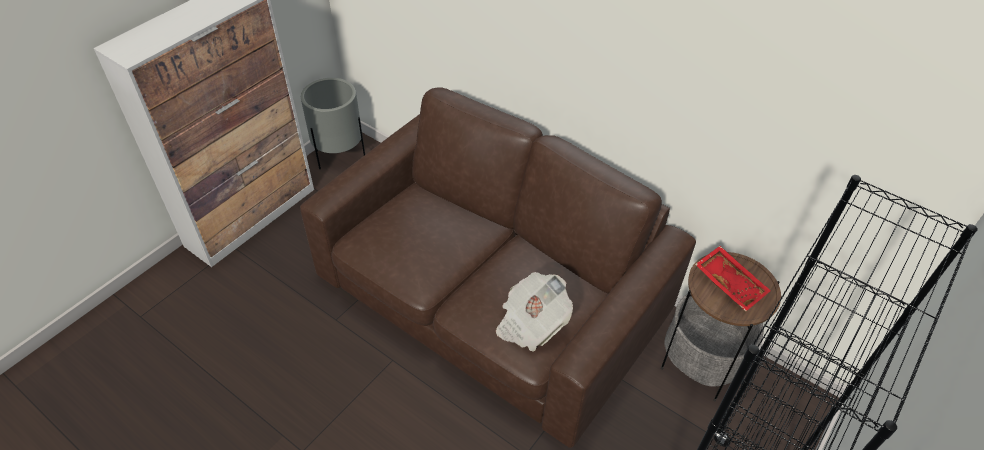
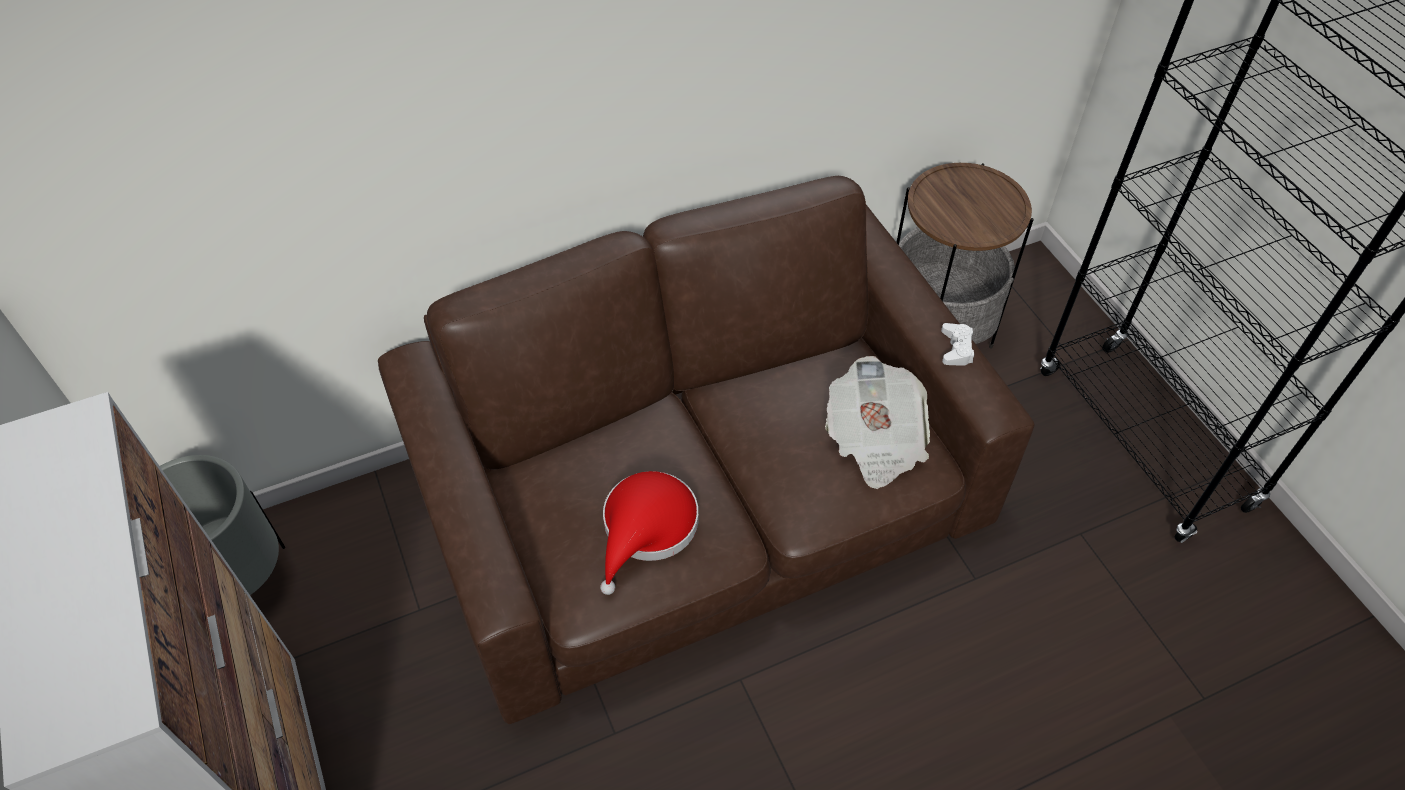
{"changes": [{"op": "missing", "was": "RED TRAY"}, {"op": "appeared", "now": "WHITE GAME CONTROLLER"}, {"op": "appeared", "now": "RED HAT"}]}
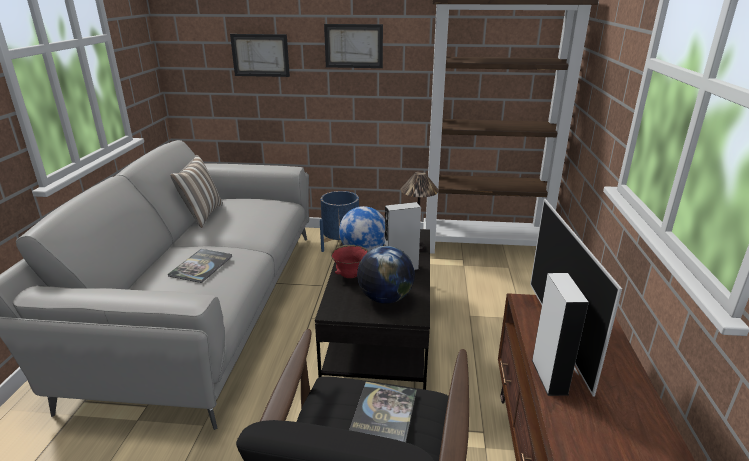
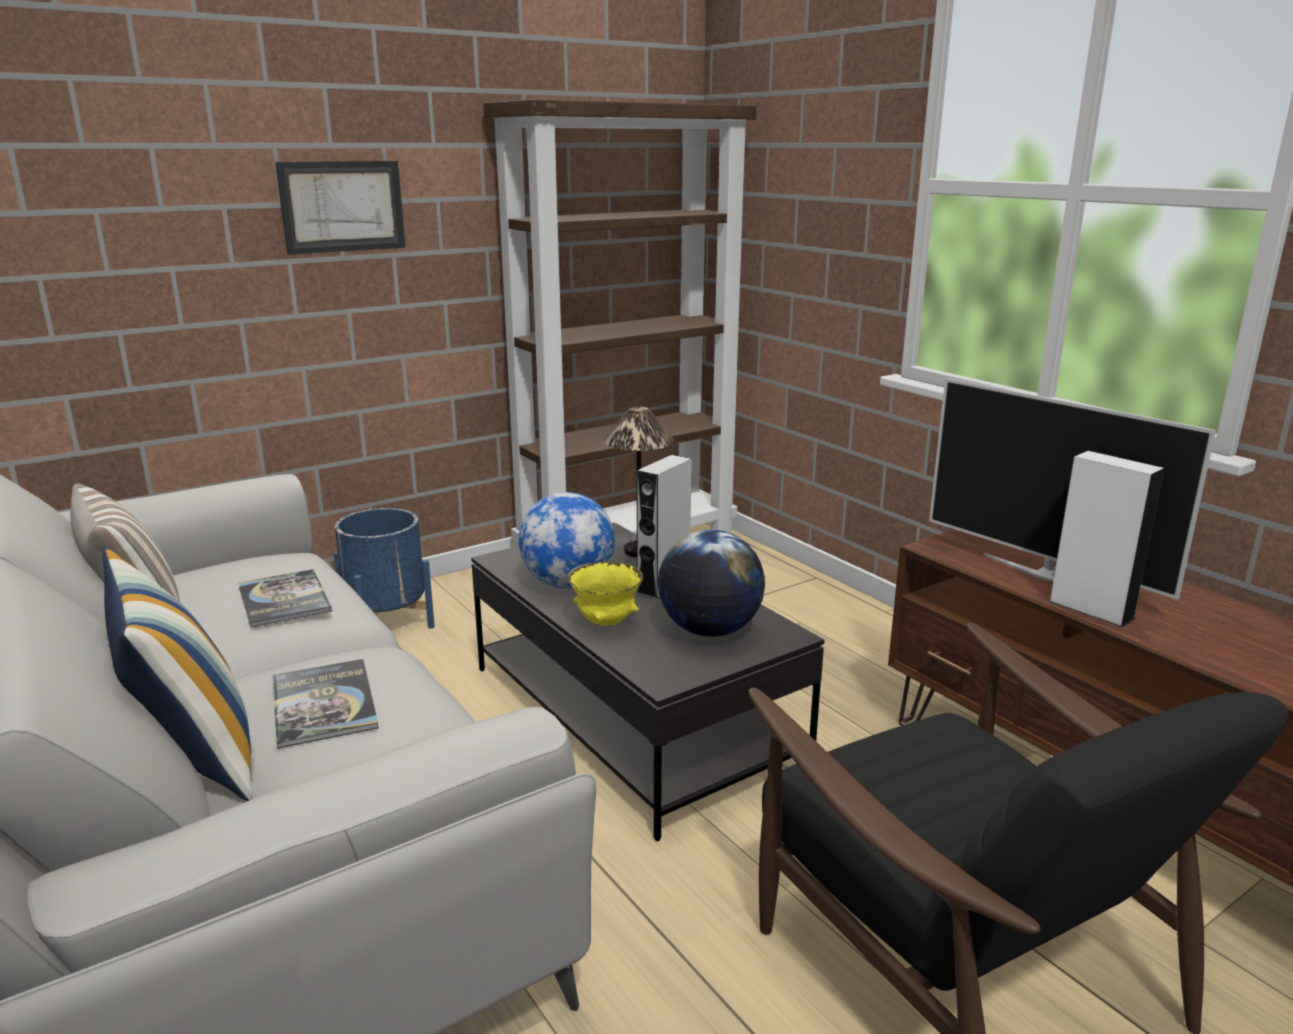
{"changes": [{"op": "missing", "was": "PICTURE (no. 1 from left)"}, {"op": "colour", "was": "RED BOWL", "now": "YELLOW BOWL"}, {"op": "relocated", "was": "BOOK (no. 2 from left in the first image)", "now": "BOOK (no. 1 from left)"}, {"op": "appeared", "now": "PILLOW (no. 2 from left)"}]}
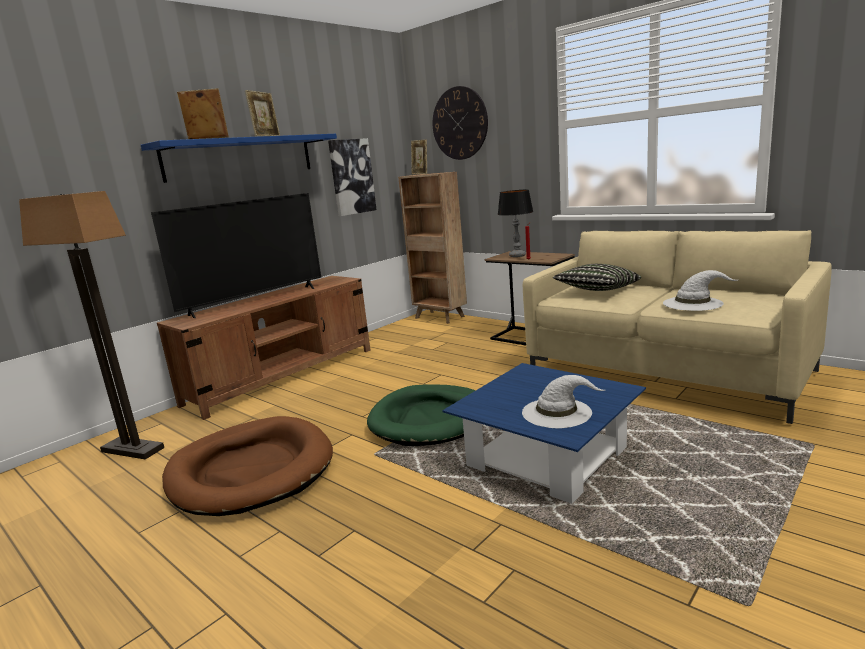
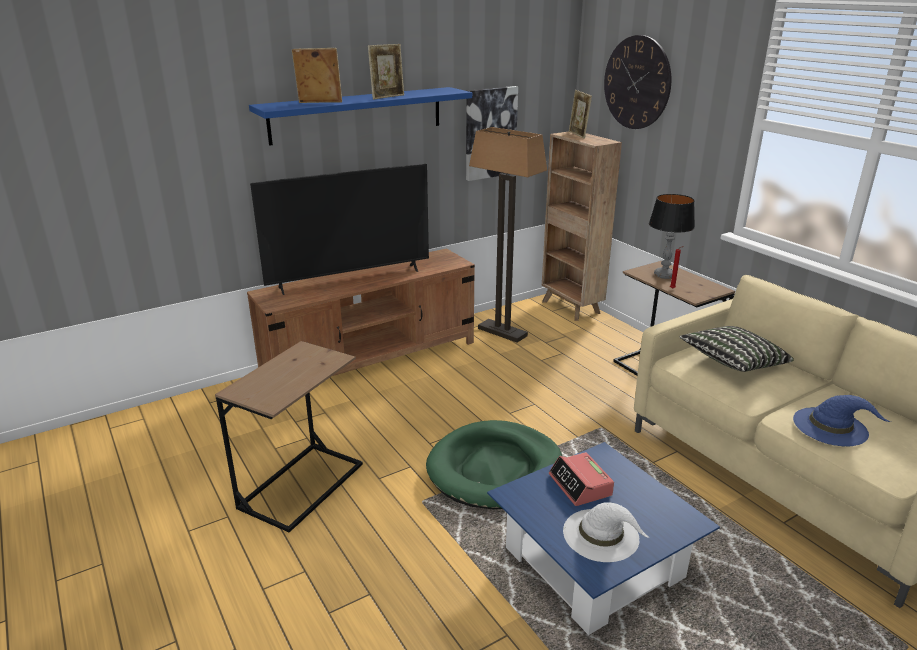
{"changes": [{"op": "relocated", "was": "FLOOR LAMP"}, {"op": "colour", "was": "WHITE HAT (no. 2 from left)", "now": "BLUE HAT"}, {"op": "exchanged", "was": "BROWN DOG BED", "now": "BROWN SIDE TABLE (no. 1 from left)"}, {"op": "appeared", "now": "ALARM CLOCK"}]}
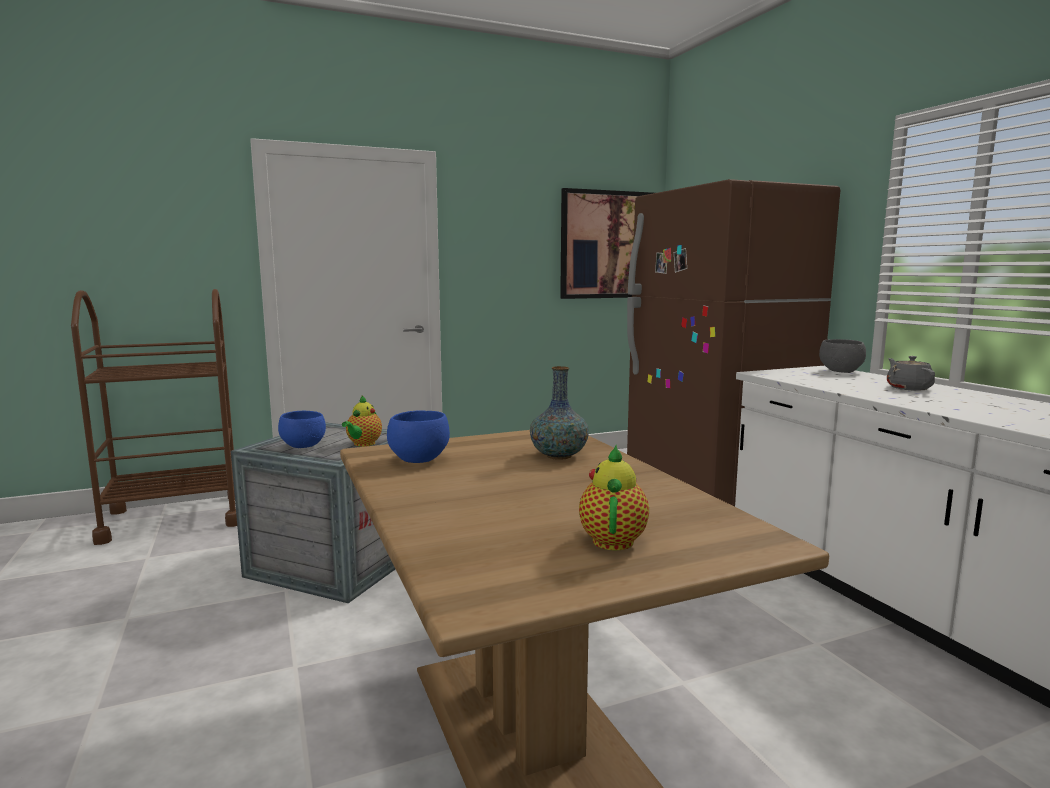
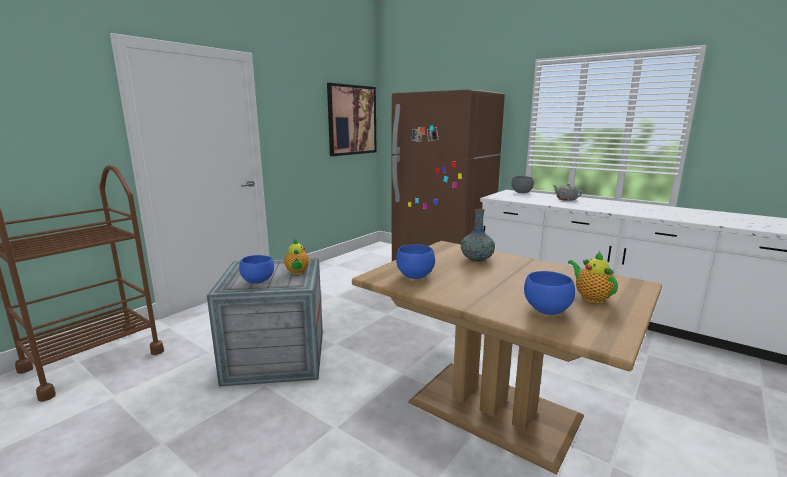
{"changes": [{"op": "appeared", "now": "BLUE BOWL (no. 3 from left)"}]}
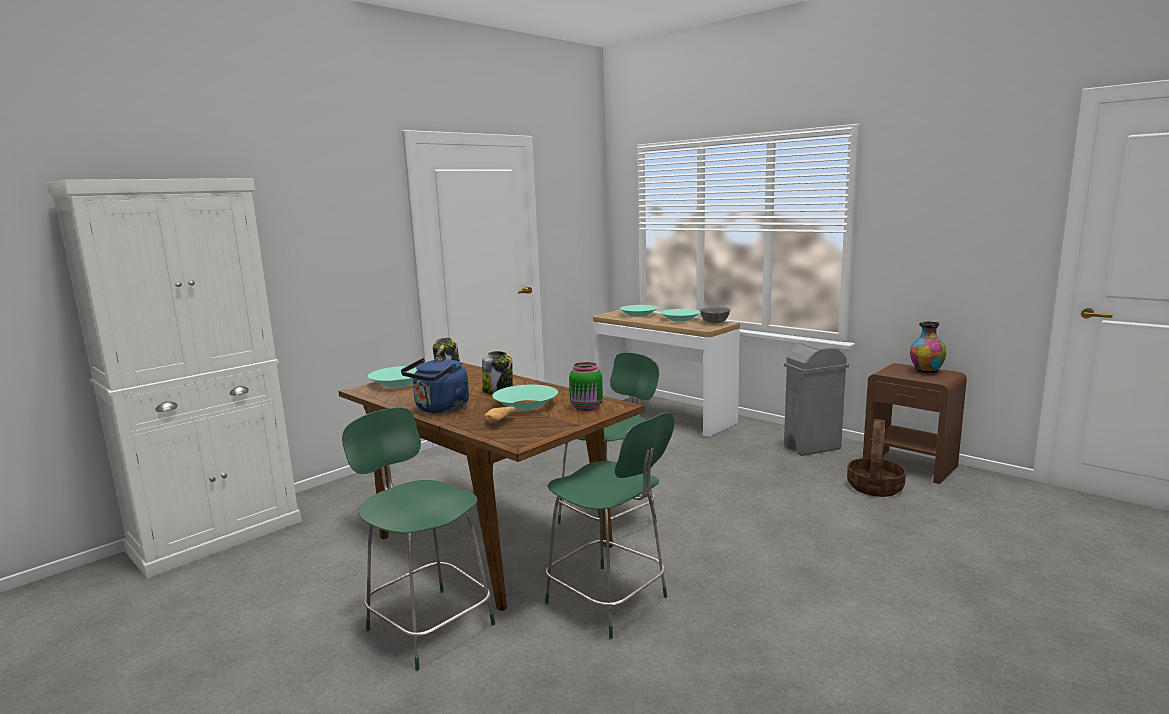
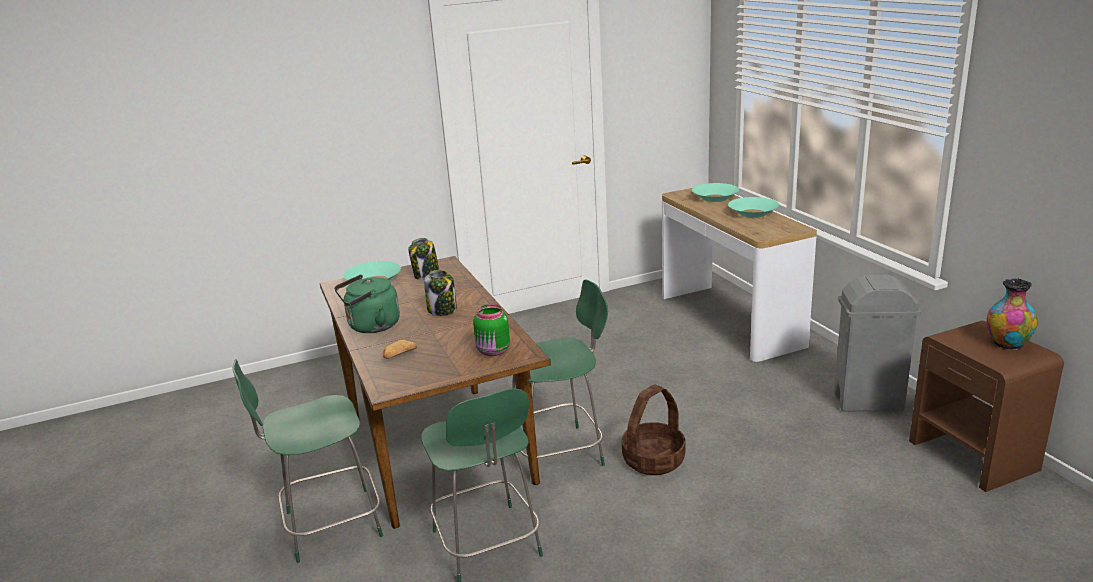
{"changes": [{"op": "missing", "was": "WHITE CABINET"}, {"op": "missing", "was": "GREY BOWL"}, {"op": "colour", "was": "BLUE KETTLE", "now": "GREEN KETTLE"}, {"op": "missing", "was": "TURQUOISE BOWL (no. 2 from left)"}, {"op": "spun", "was": "GREEN CHAIR (no. 1 from left)", "clockwise": -90}, {"op": "relocated", "was": "BASKET"}]}
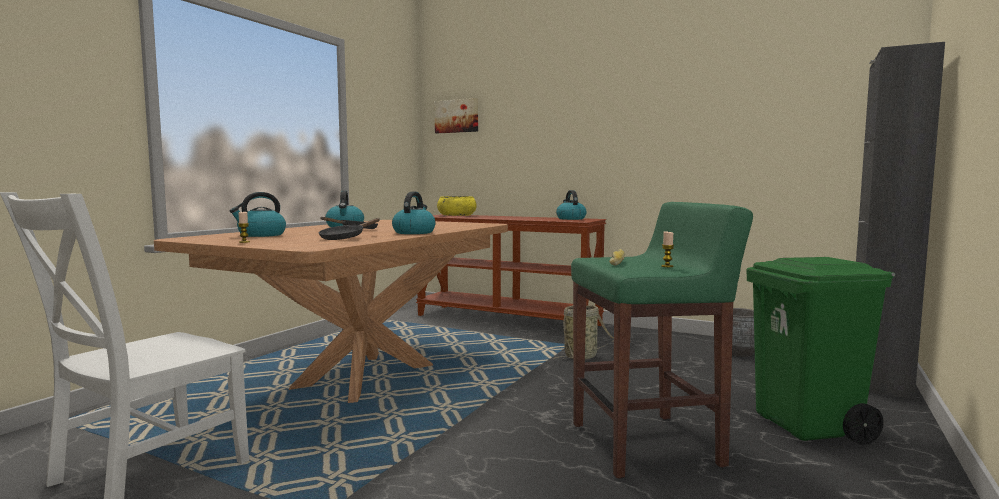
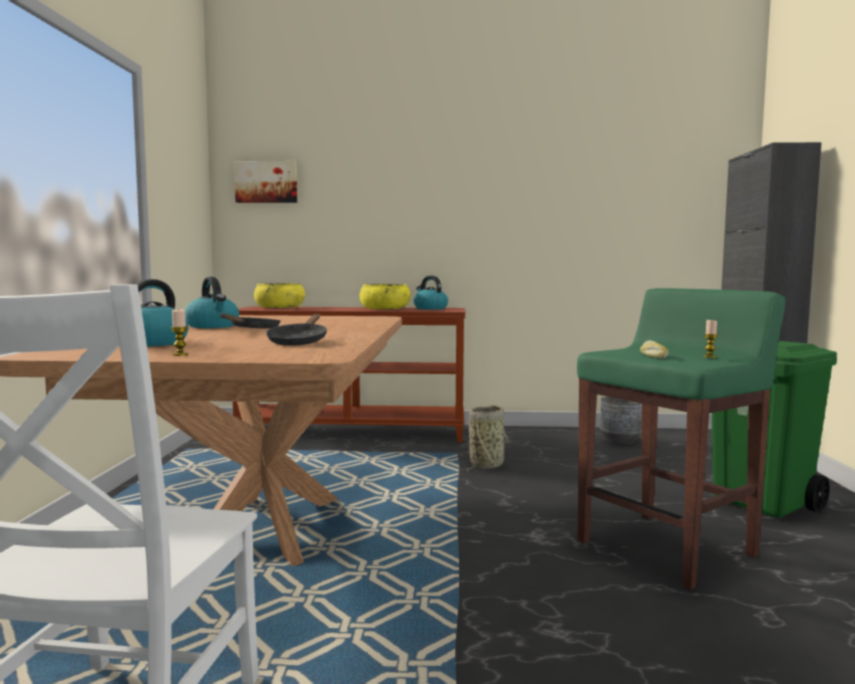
{"changes": [{"op": "missing", "was": "KETTLE (no. 3 from left)"}, {"op": "appeared", "now": "YELLOW BOWL (no. 2 from left)"}]}
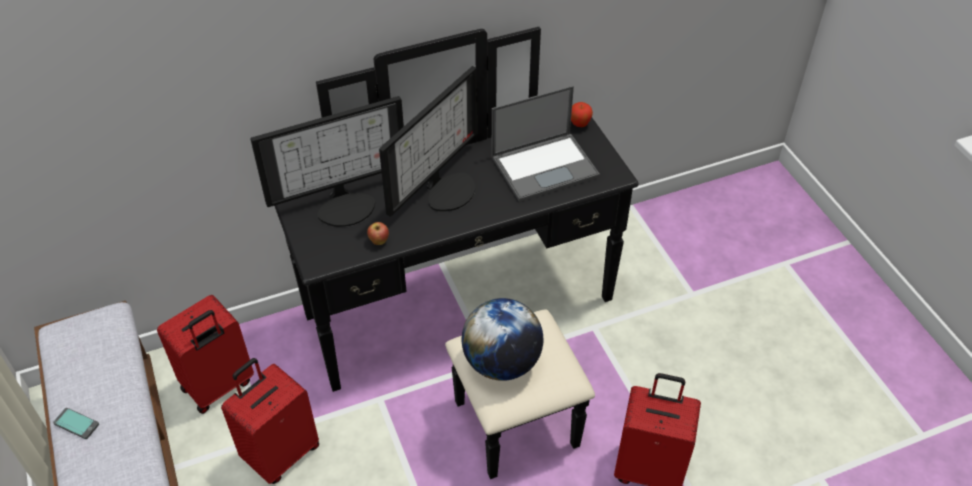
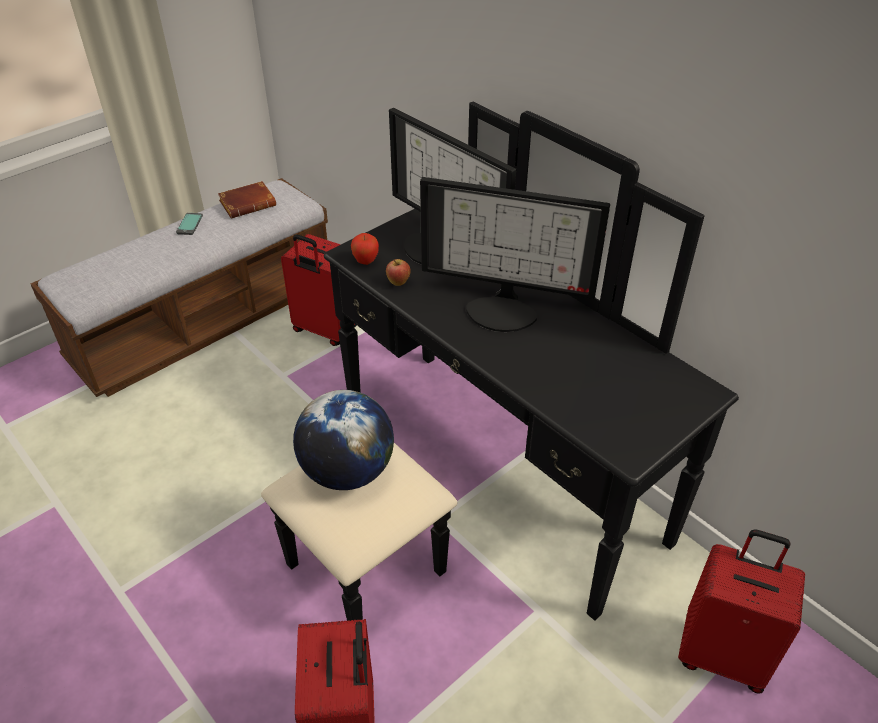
{"changes": [{"op": "missing", "was": "LAPTOP"}, {"op": "relocated", "was": "APPLE (no. 2 from left in the first image)", "now": "APPLE (no. 1 from left)"}, {"op": "relocated", "was": "RED SUITCASE (no. 2 from left in the first image)", "now": "RED SUITCASE (no. 3 from left)"}, {"op": "appeared", "now": "BROWN BOOK"}]}
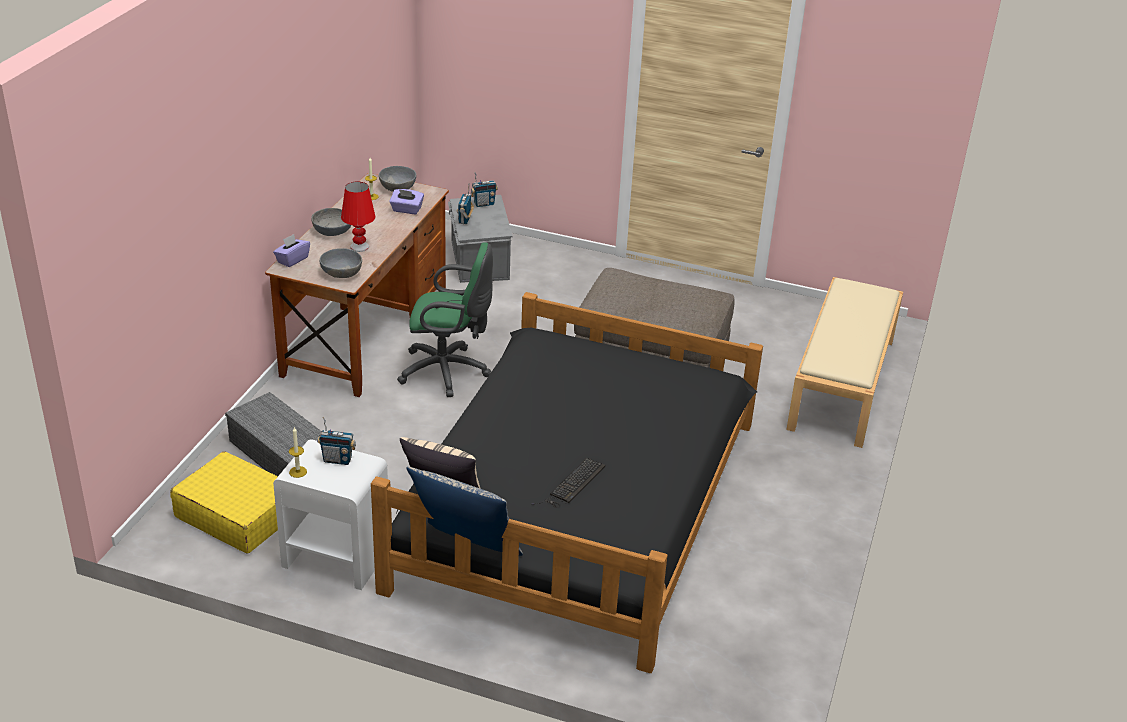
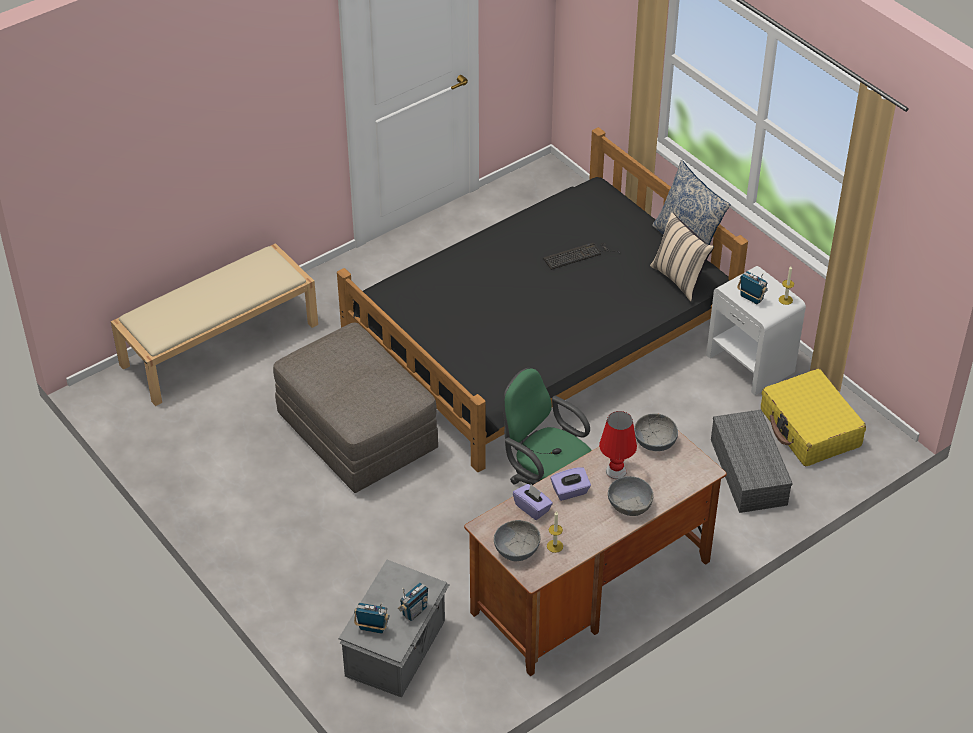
{"changes": [{"op": "relocated", "was": "PURPLE TISSUE BOX (no. 1 from left in the first image)", "now": "PURPLE TISSUE BOX (no. 2 from left)"}]}
